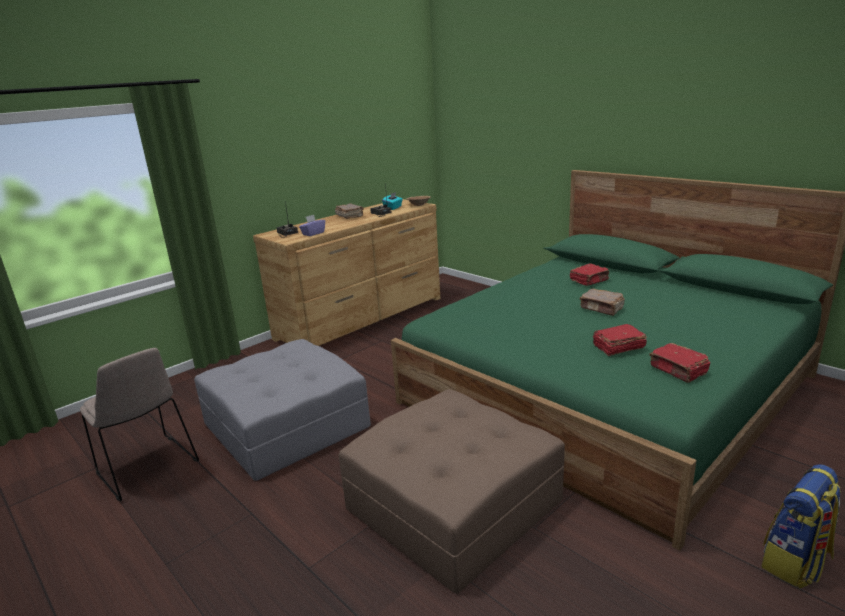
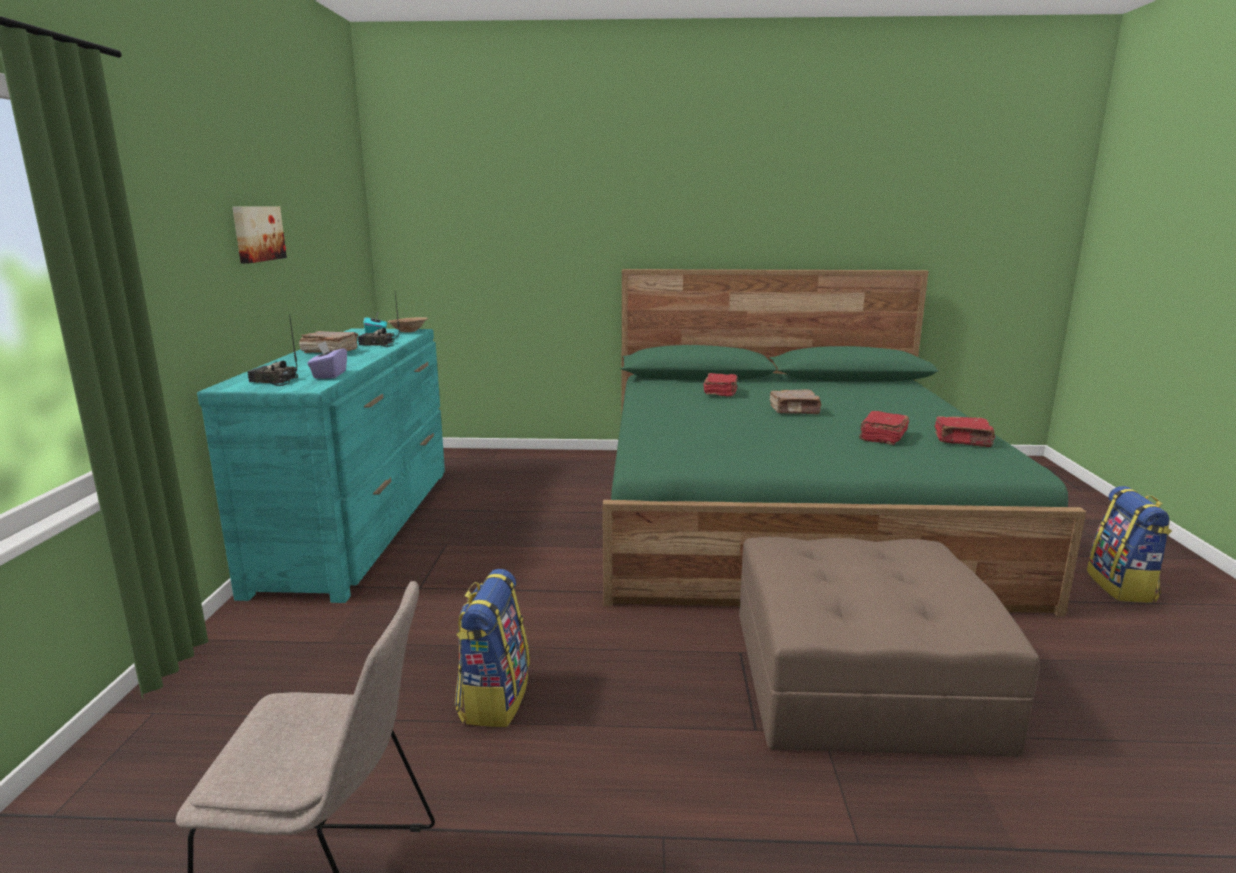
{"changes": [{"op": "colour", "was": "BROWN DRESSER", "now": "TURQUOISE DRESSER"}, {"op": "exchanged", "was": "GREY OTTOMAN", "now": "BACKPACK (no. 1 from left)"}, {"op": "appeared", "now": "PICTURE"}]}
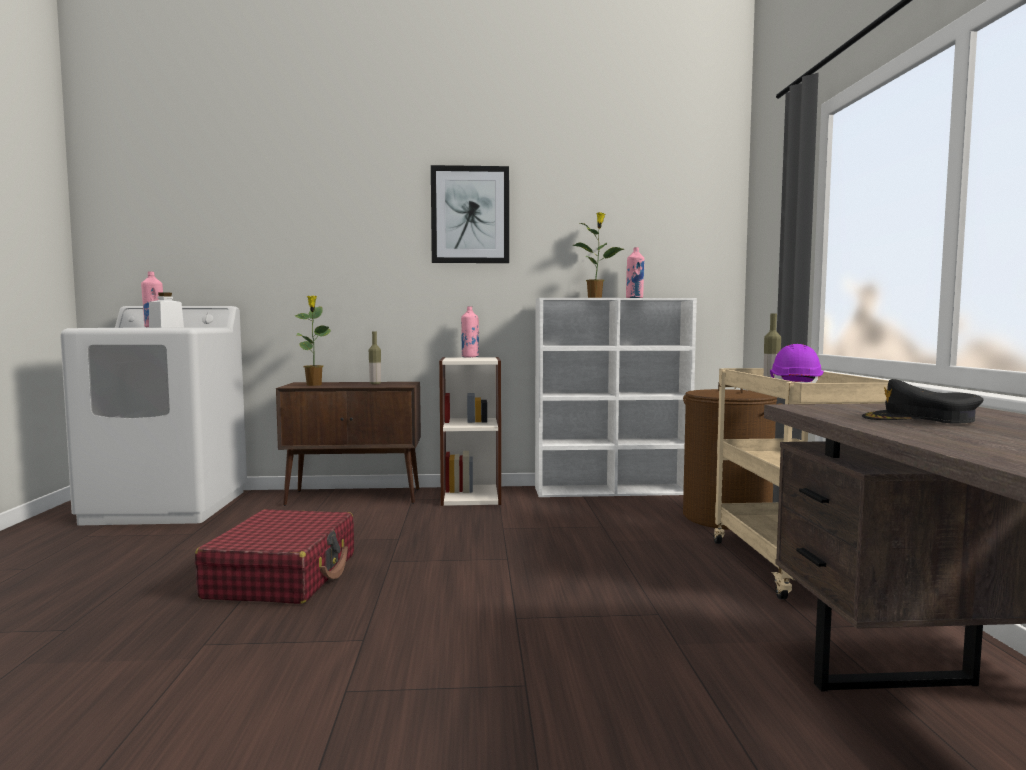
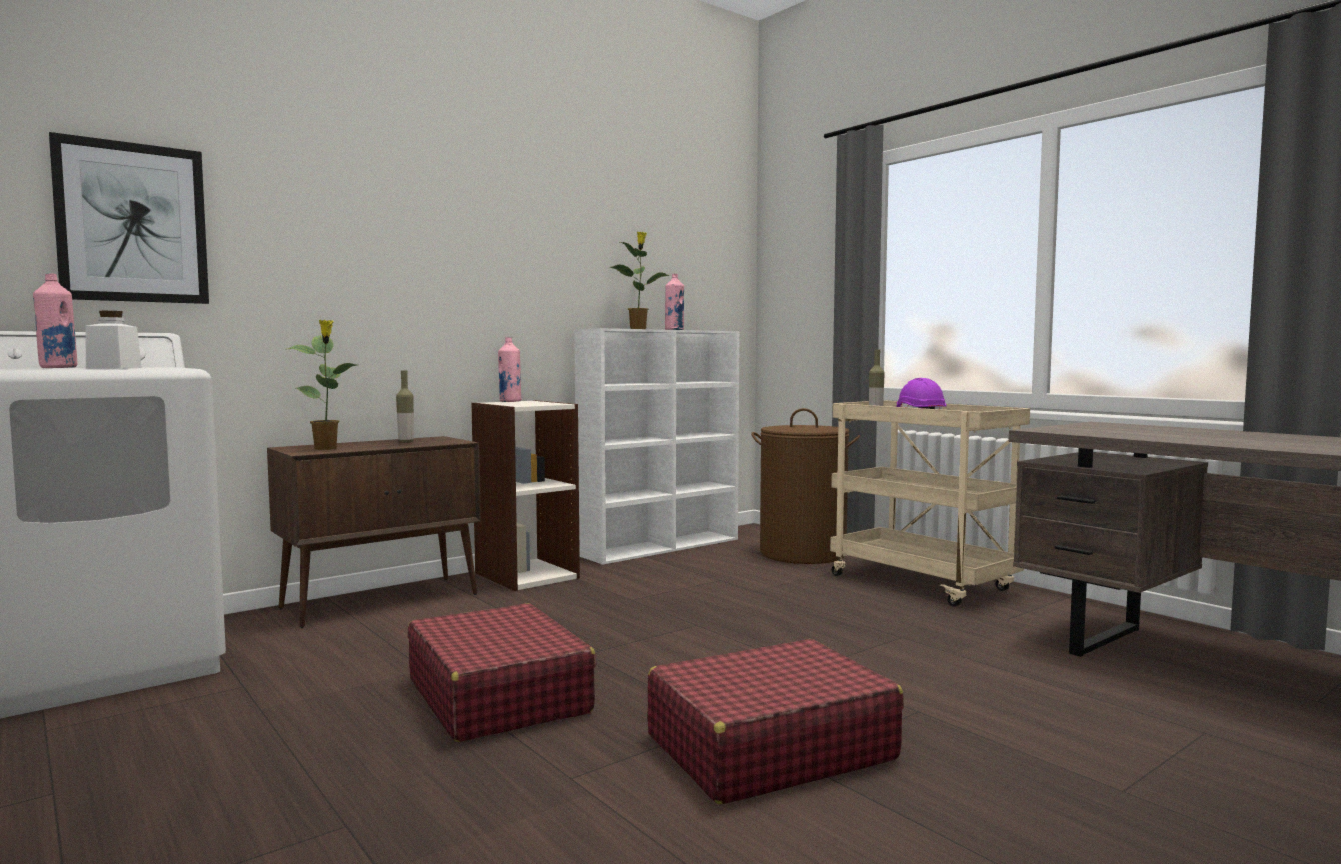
{"changes": [{"op": "relocated", "was": "PICTURE"}, {"op": "missing", "was": "BLACK CAP"}, {"op": "appeared", "now": "RED SUITCASE (no. 2 from left)"}]}
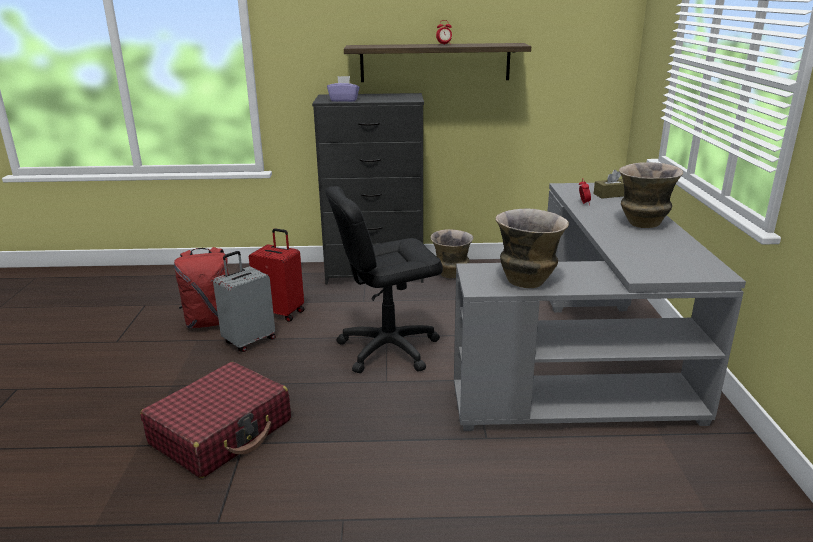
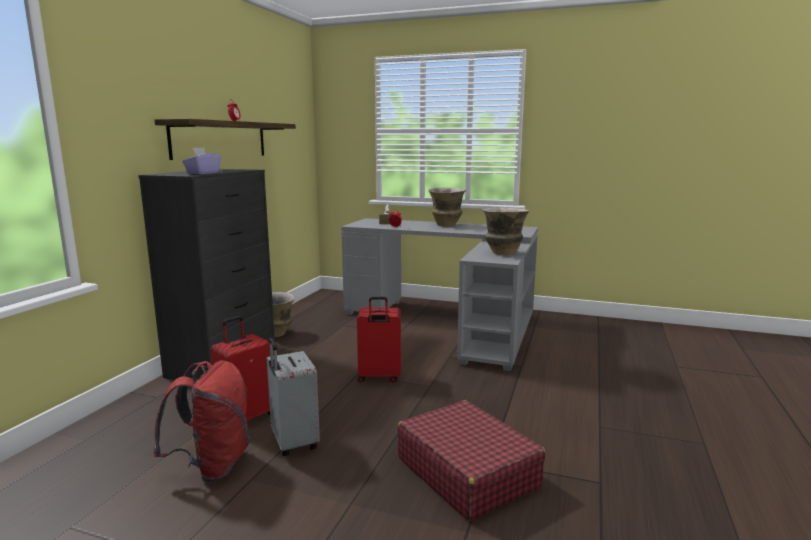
{"changes": [{"op": "exchanged", "was": "BLACK OFFICE CHAIR", "now": "RED SUITCASE (no. 2 from left)"}]}
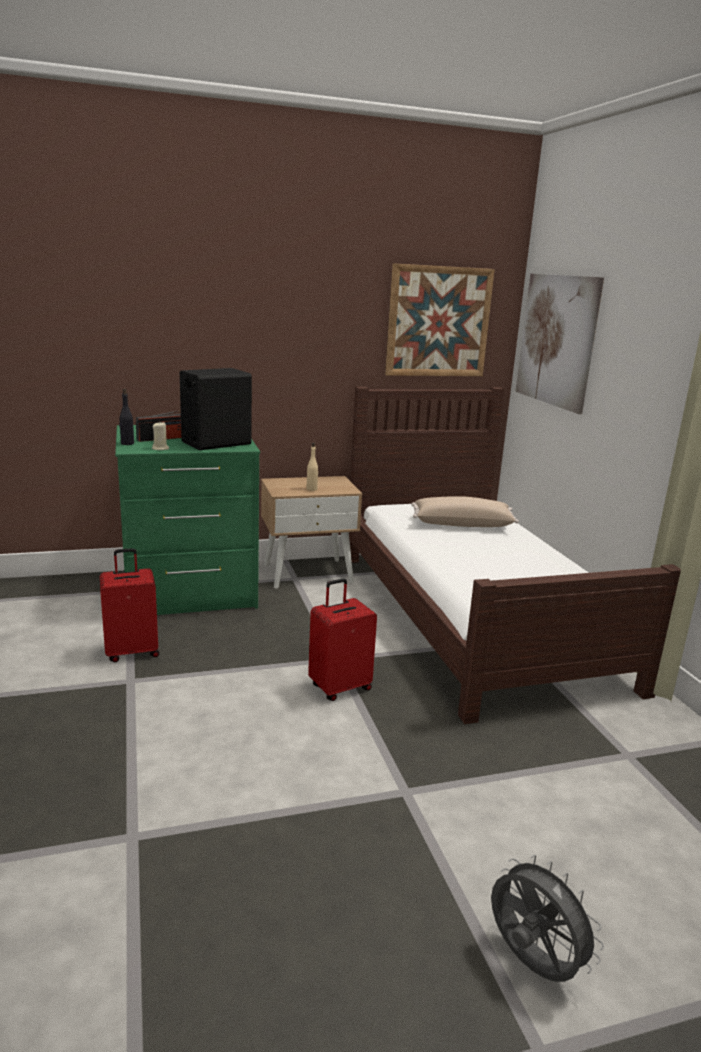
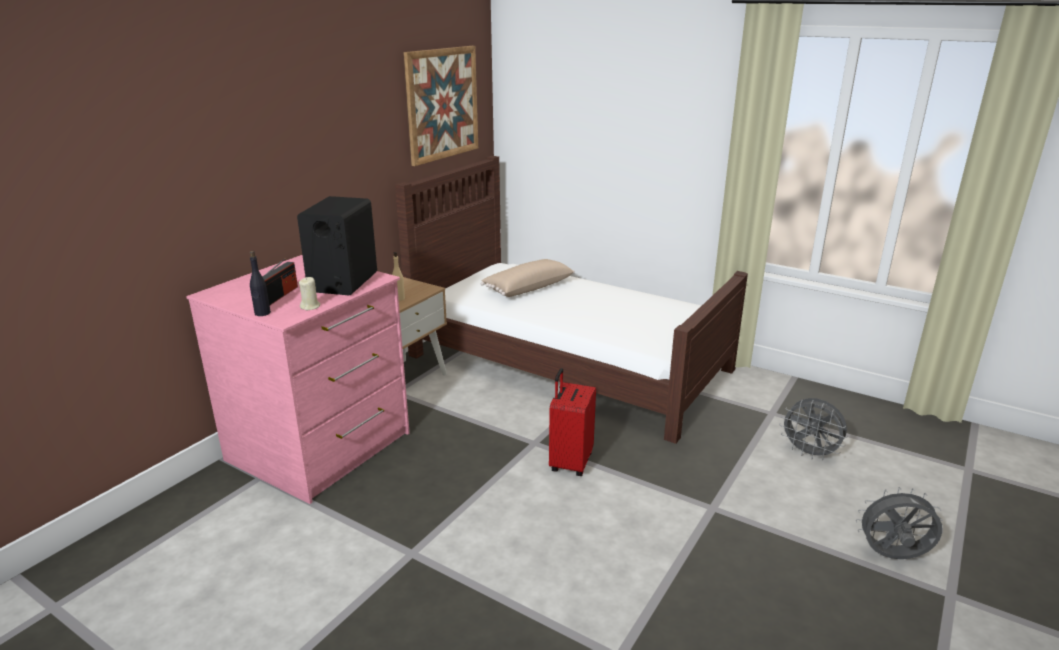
{"changes": [{"op": "missing", "was": "PICTURE (no. 2 from left)"}, {"op": "colour", "was": "GREEN DRESSER", "now": "PINK DRESSER"}, {"op": "missing", "was": "RED SUITCASE (no. 1 from left)"}, {"op": "appeared", "now": "GREY FAN (no. 1 from left)"}]}
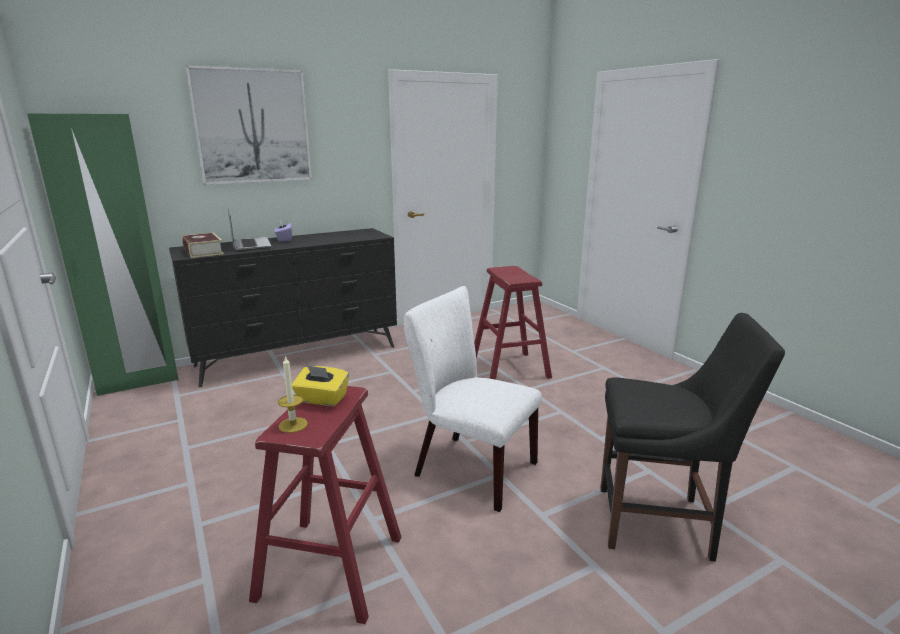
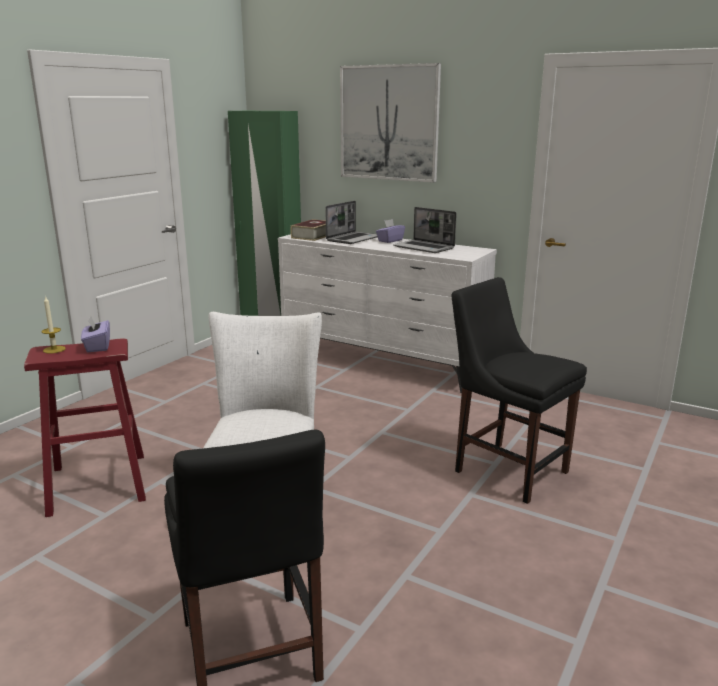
{"changes": [{"op": "colour", "was": "BLACK DRESSER", "now": "WHITE DRESSER"}, {"op": "exchanged", "was": "RED STOOL (no. 2 from left)", "now": "BLACK CHAIR (no. 2 from left)"}, {"op": "colour", "was": "YELLOW TISSUE BOX", "now": "PURPLE TISSUE BOX (no. 1 from left)"}, {"op": "appeared", "now": "LAPTOP (no. 2 from left)"}]}
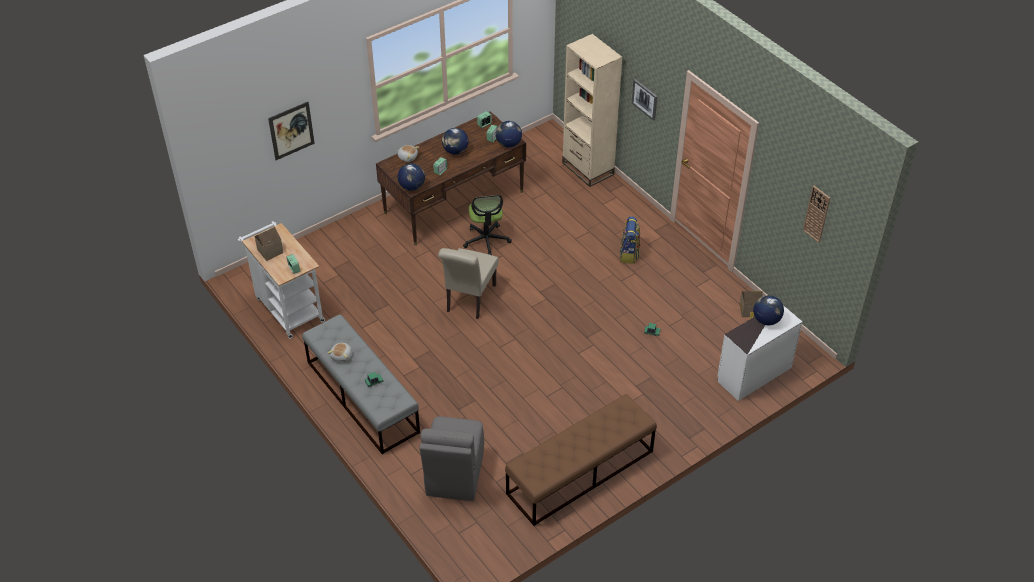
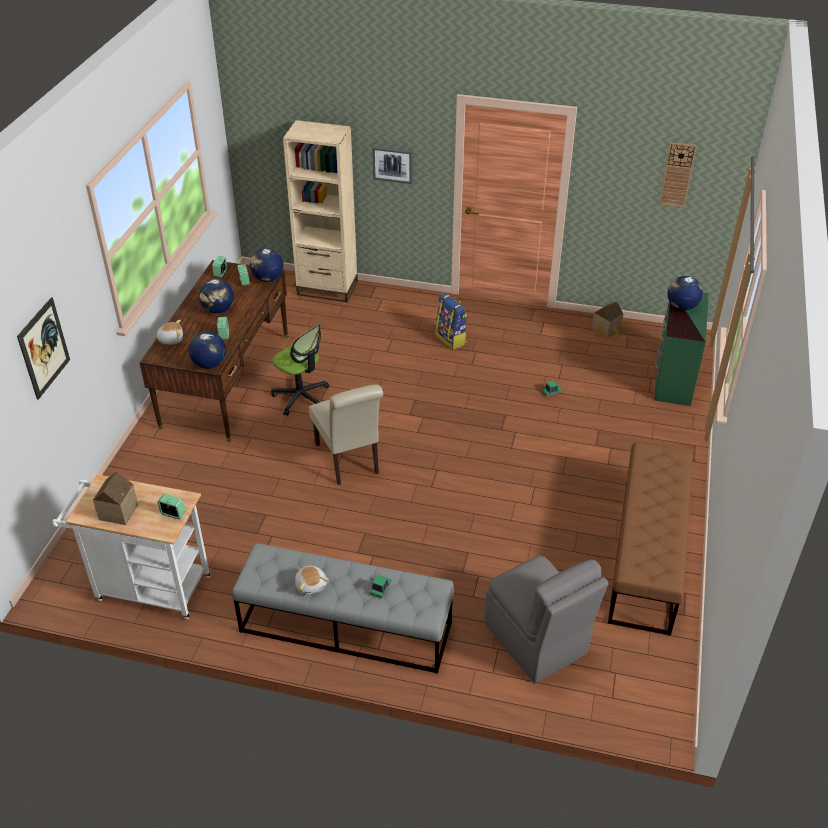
{"changes": [{"op": "colour", "was": "WHITE DRESSER", "now": "GREEN DRESSER"}]}
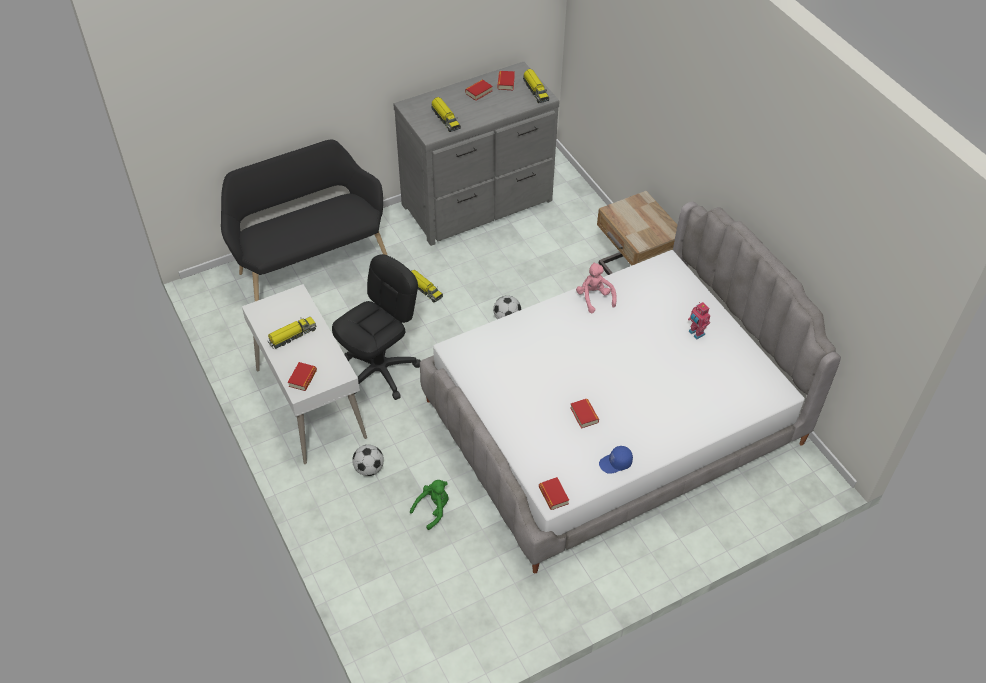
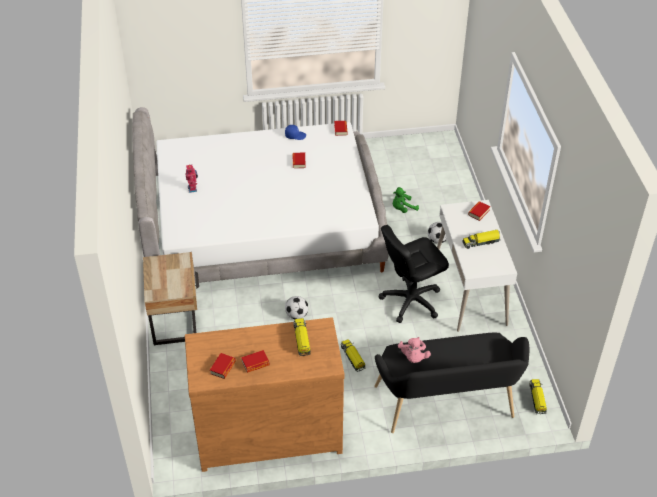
{"changes": [{"op": "colour", "was": "GREY DRESSER", "now": "BROWN DRESSER"}, {"op": "relocated", "was": "TOY TRUCK (no. 4 from left)"}, {"op": "relocated", "was": "PINK PLUSH TOY"}]}
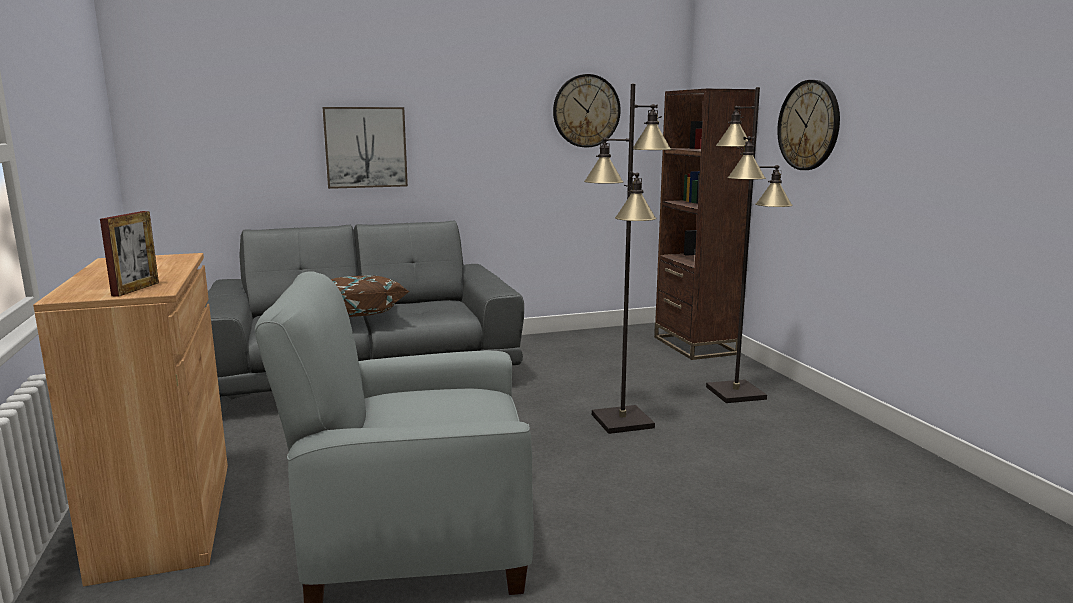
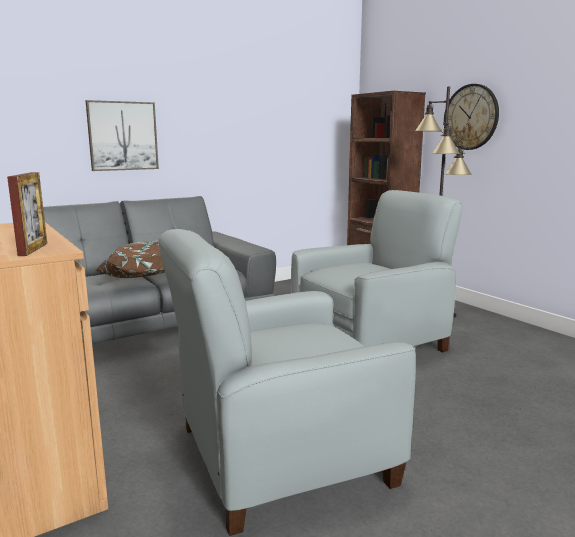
{"changes": [{"op": "missing", "was": "WALL CLOCK (no. 1 from left)"}, {"op": "exchanged", "was": "BLACK FLOOR LAMP (no. 1 from left)", "now": "GREY ARMCHAIR (no. 2 from left)"}]}
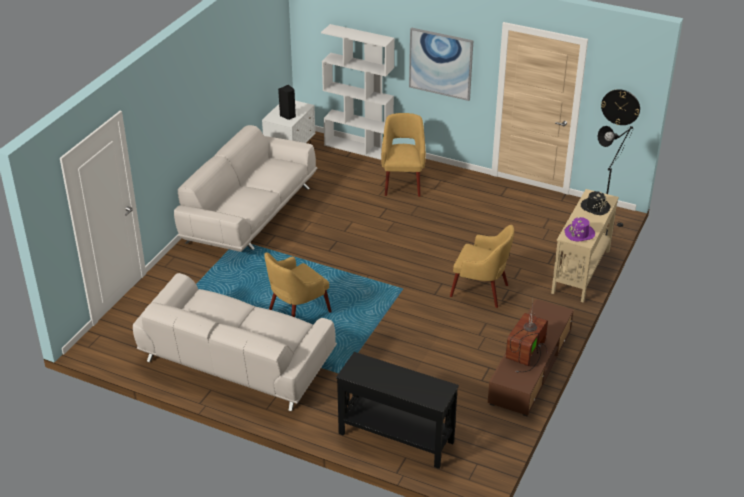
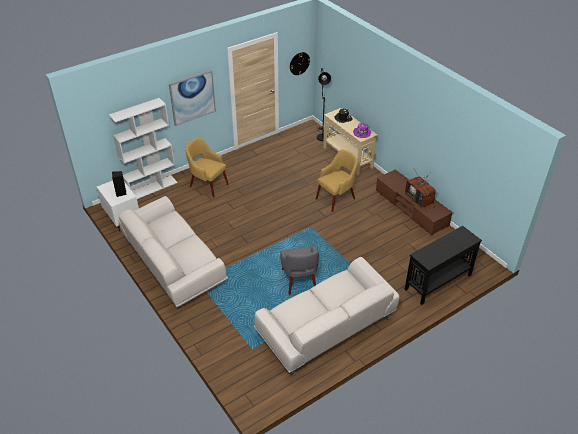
{"changes": [{"op": "colour", "was": "YELLOW ARMCHAIR (no. 1 from left)", "now": "GREY ARMCHAIR"}]}
